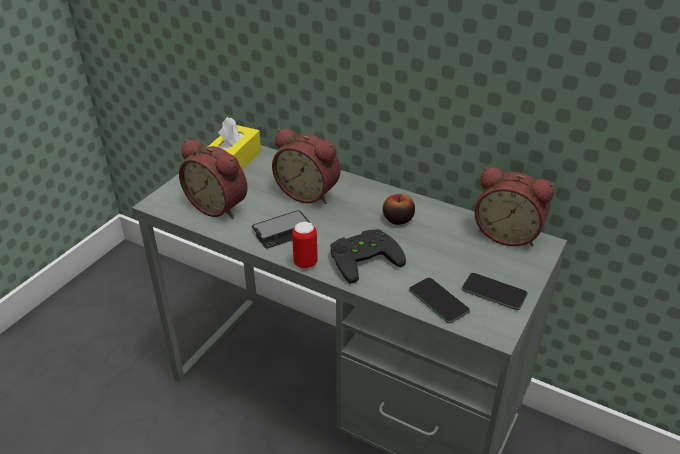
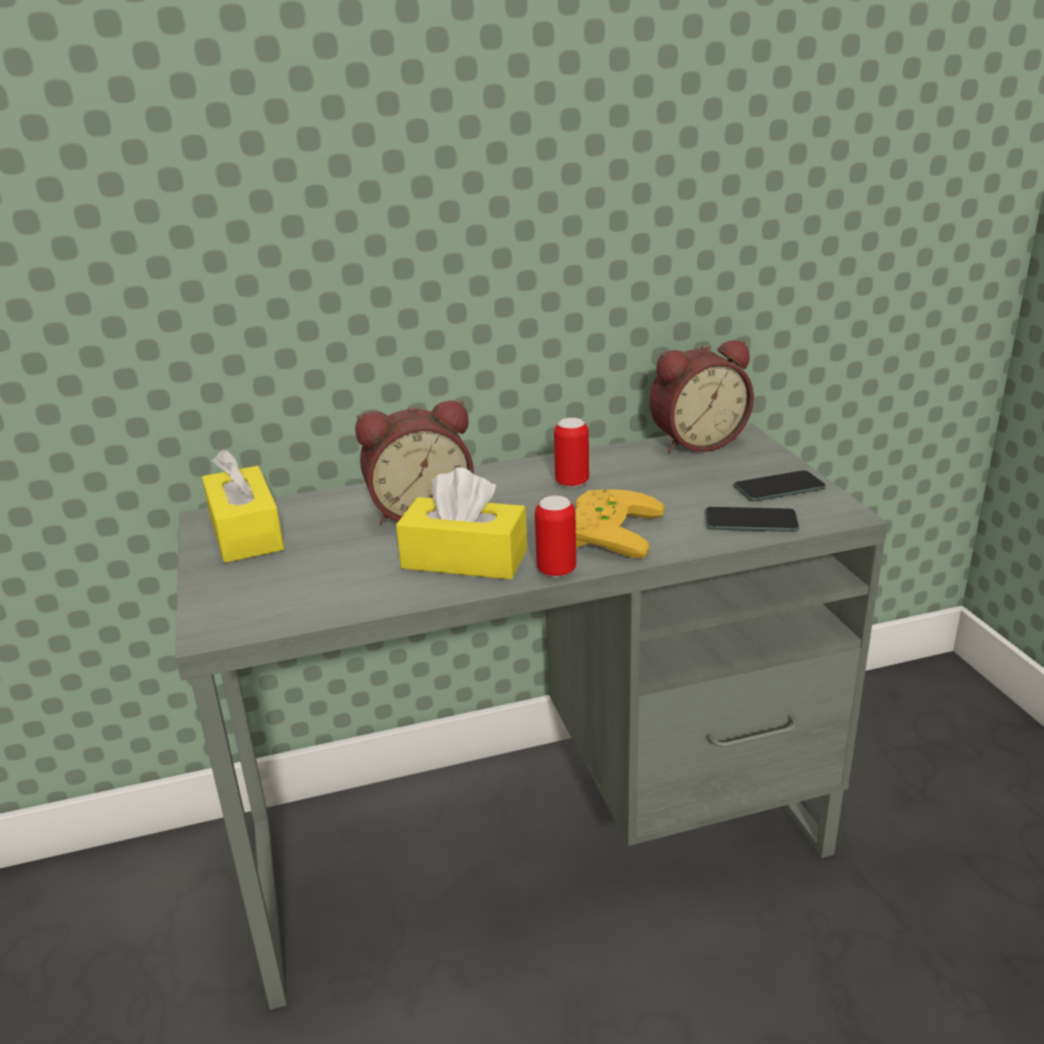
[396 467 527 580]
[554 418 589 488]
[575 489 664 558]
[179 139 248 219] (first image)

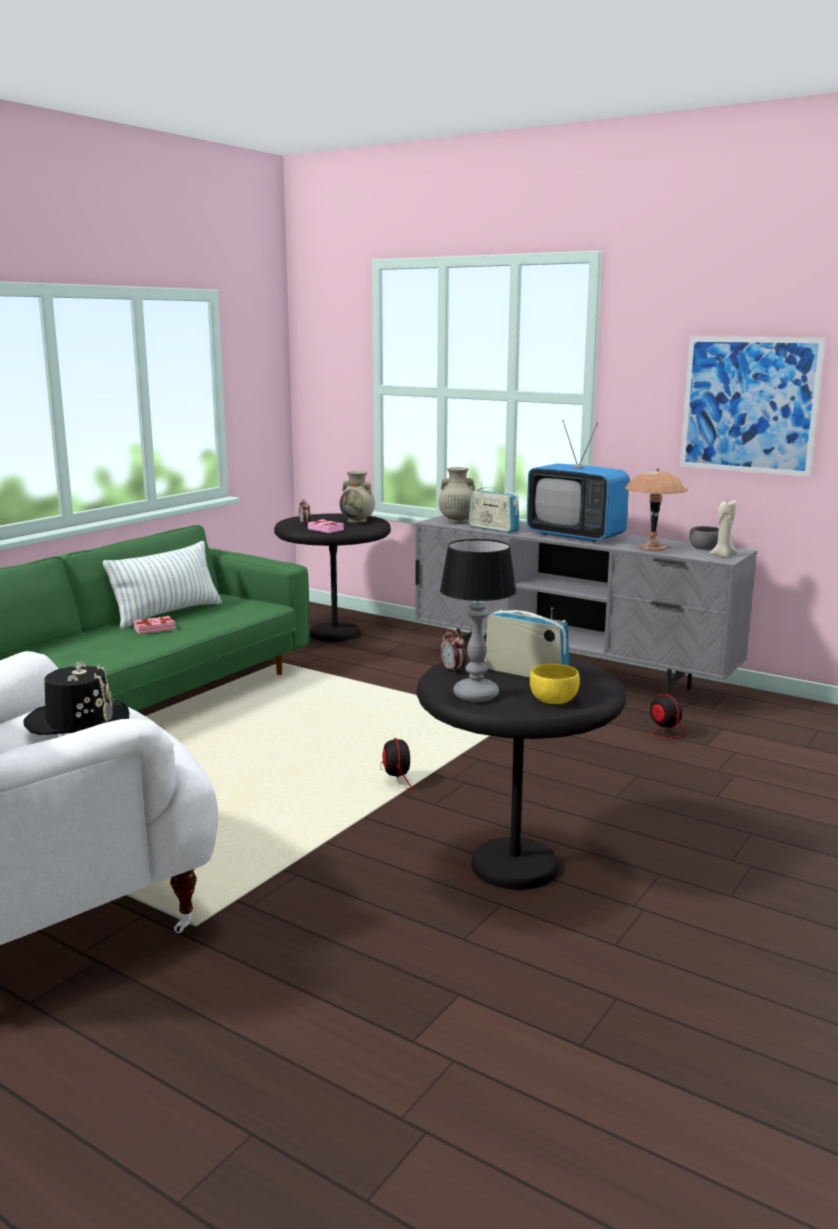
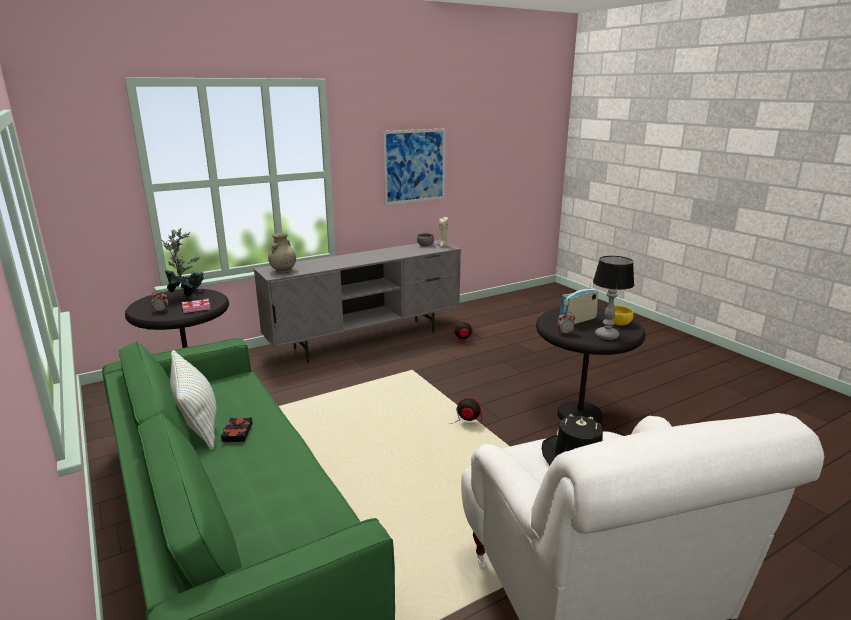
[161 228 204 297]
[221 417 253 442]
[468 482 520 533] (first image)
[527 420 629 542] (first image)
[625 468 688 551] (first image)

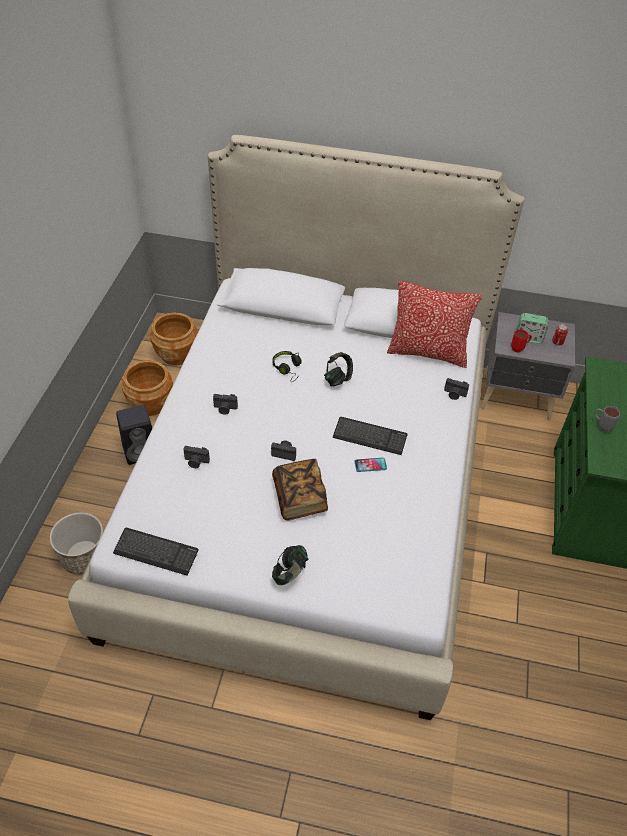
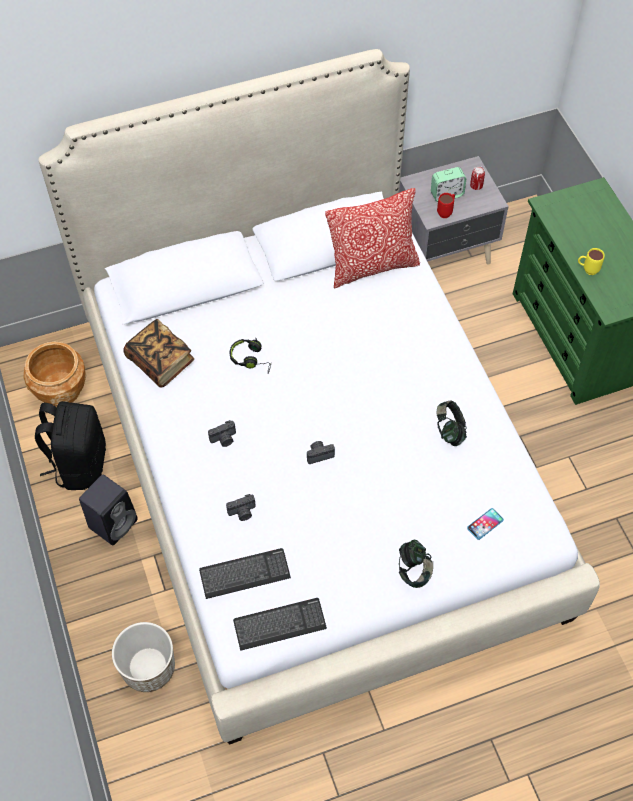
[35 401 106 490]
[123 319 194 388]
[199 548 291 599]
[437 400 467 446]
[467 508 504 540]
[578 248 605 275]
[444 378 469 400] (first image)

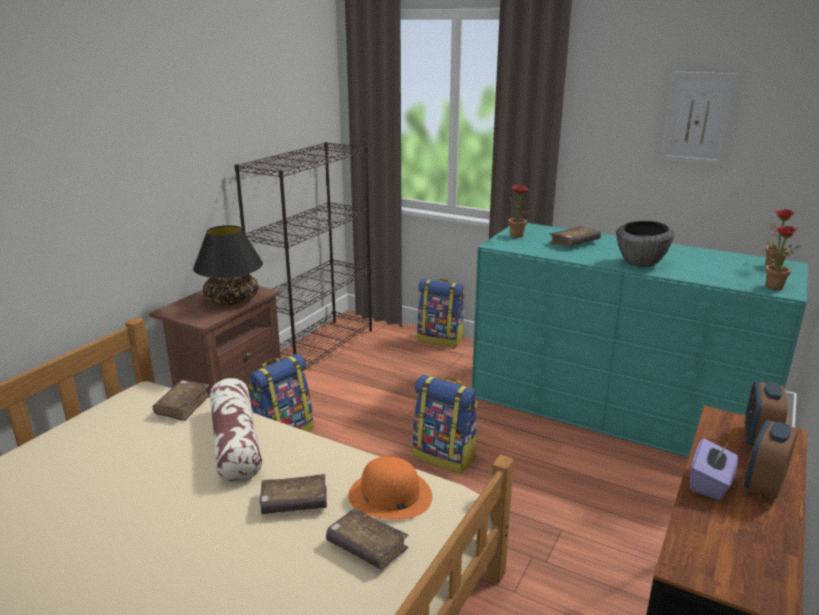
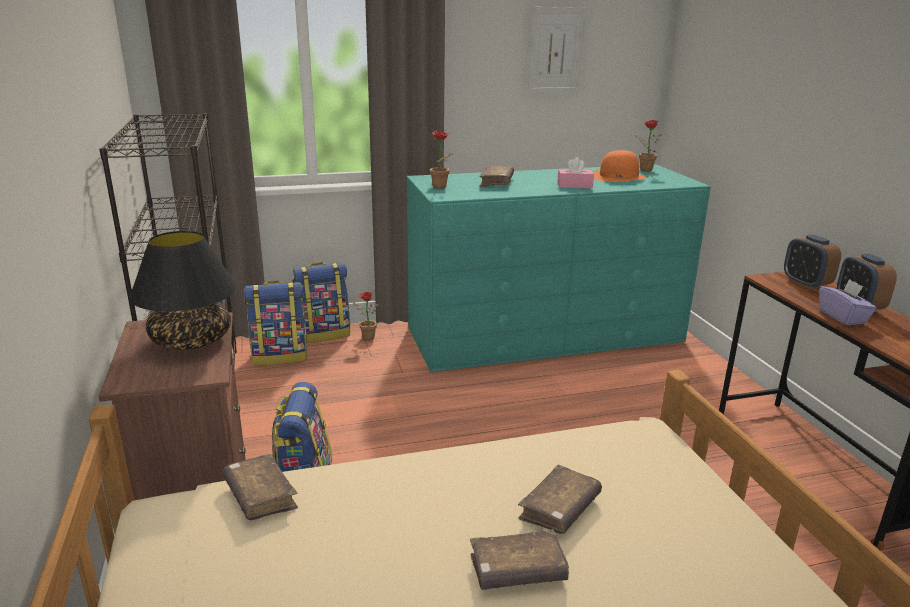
[244 280 307 366]
[353 292 379 340]
[470 529 569 590]
[557 157 594 188]
[593 150 647 182]
[210 378 262 483] (first image)

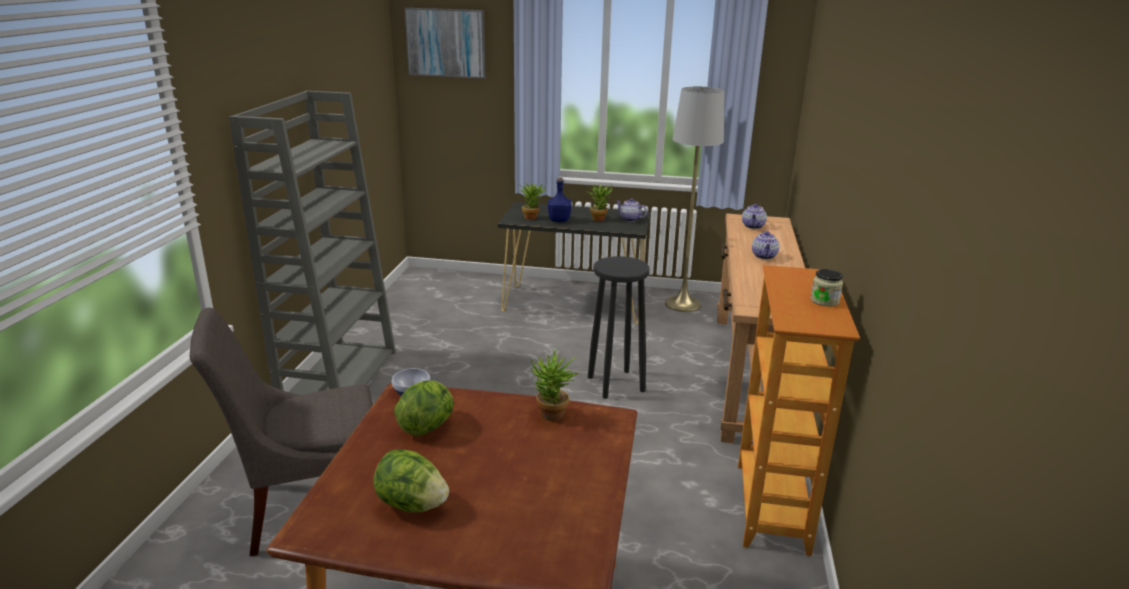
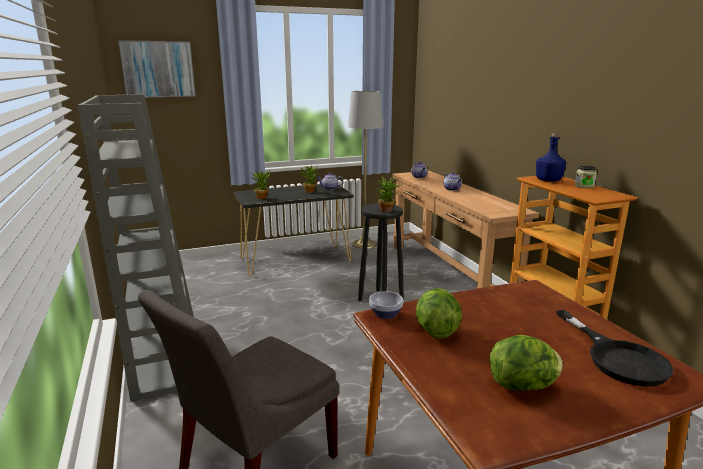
[376 176 401 212]
[536 133 566 182]
[556 310 673 387]

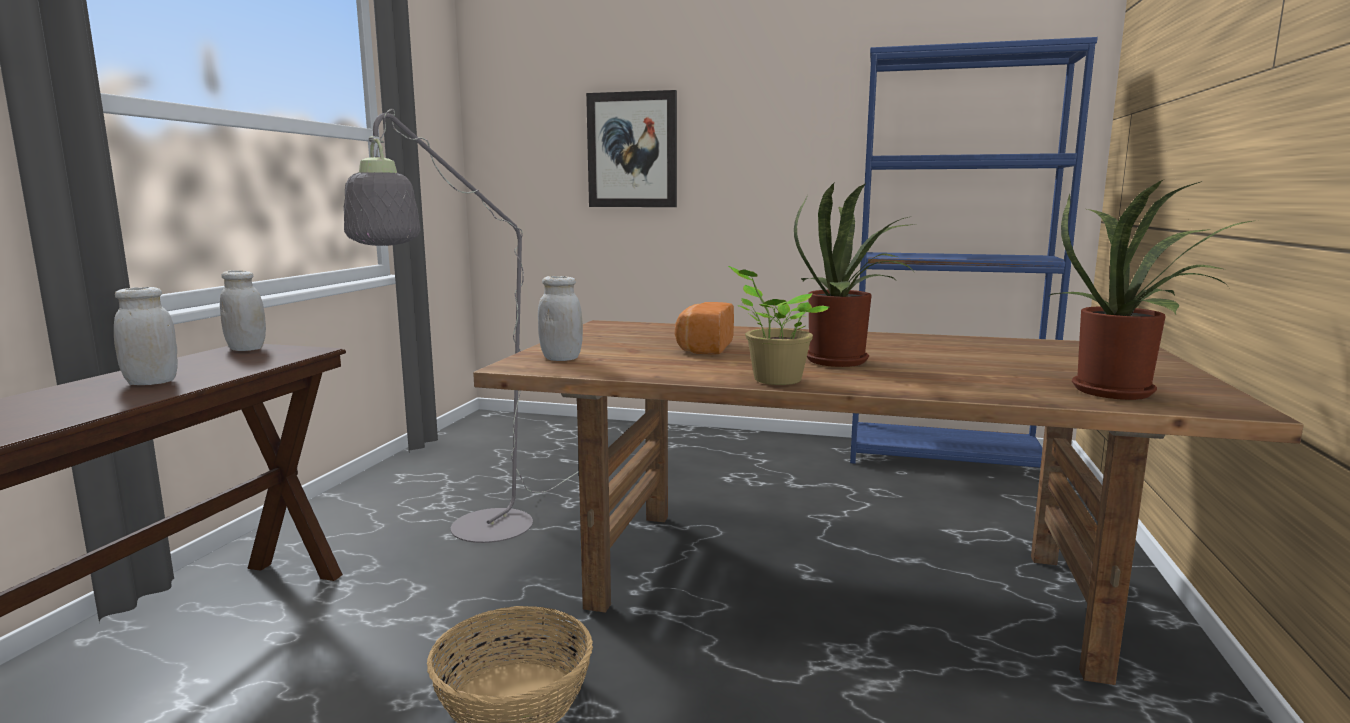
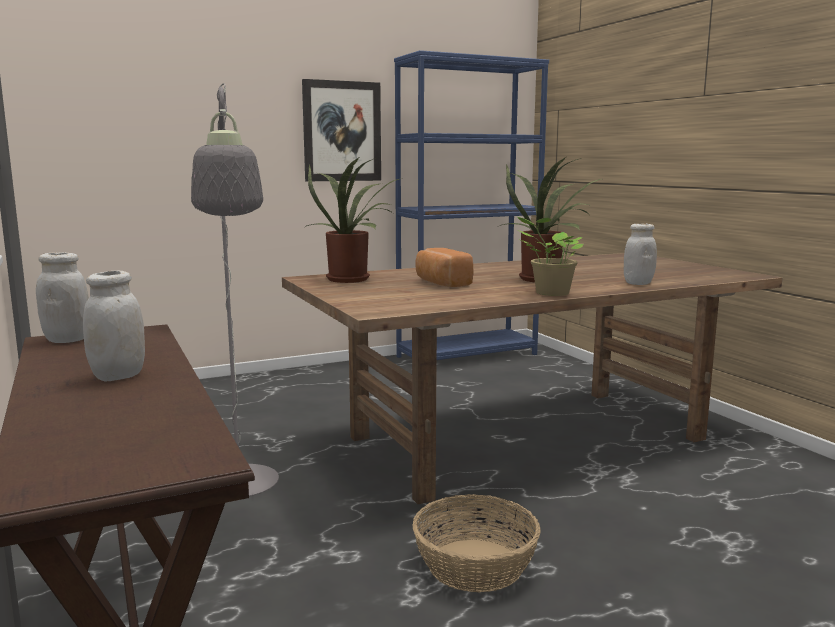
[302 79 381 181]
[305 156 403 283]
[624 224 657 285]

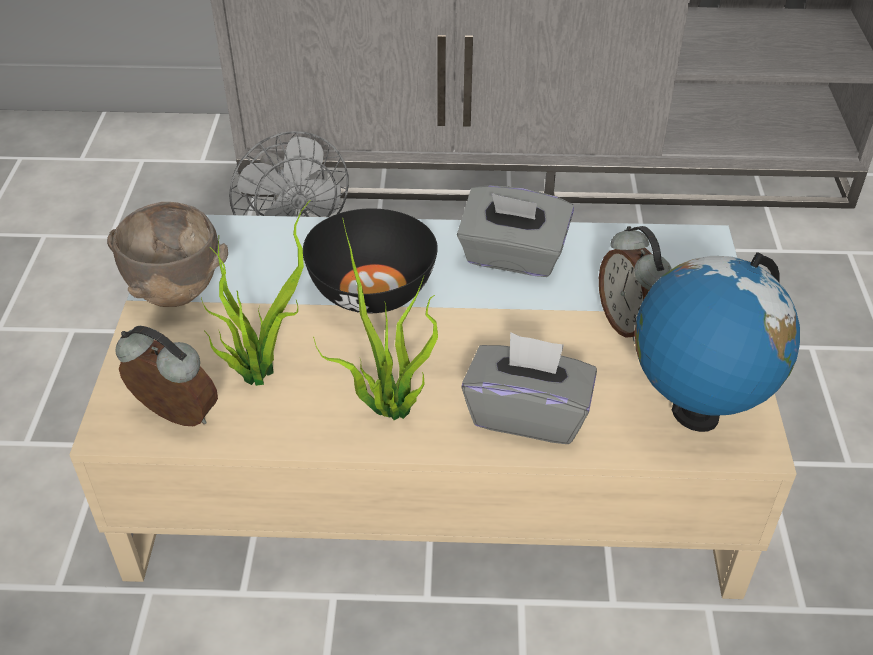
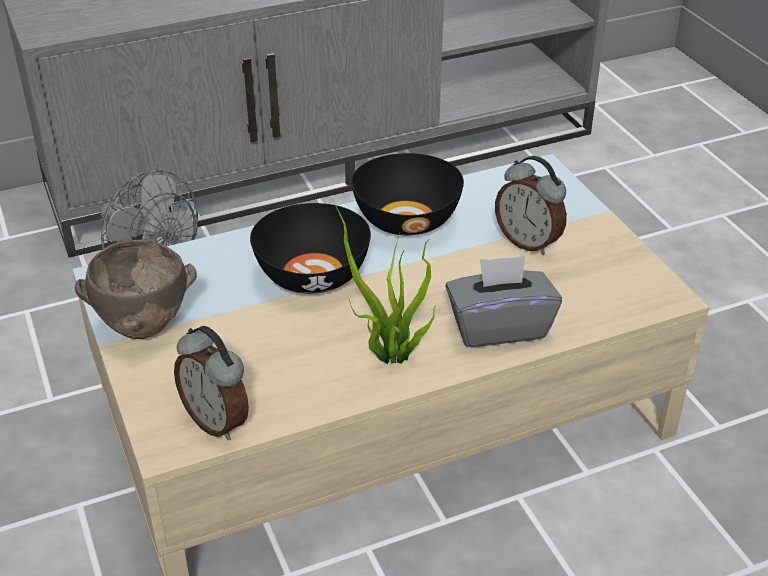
[174 326 249 440]
[351 153 464 235]
[201 200 311 386] (first image)
[635 252 800 432] (first image)

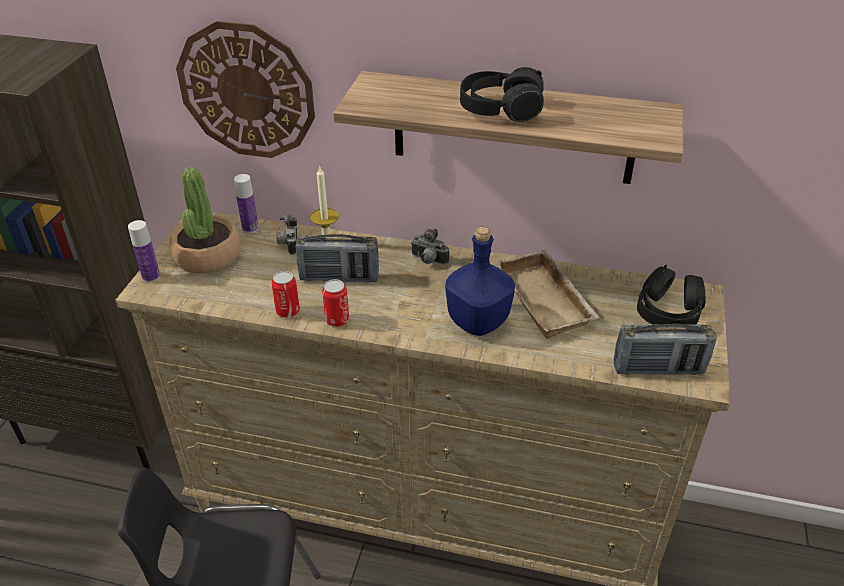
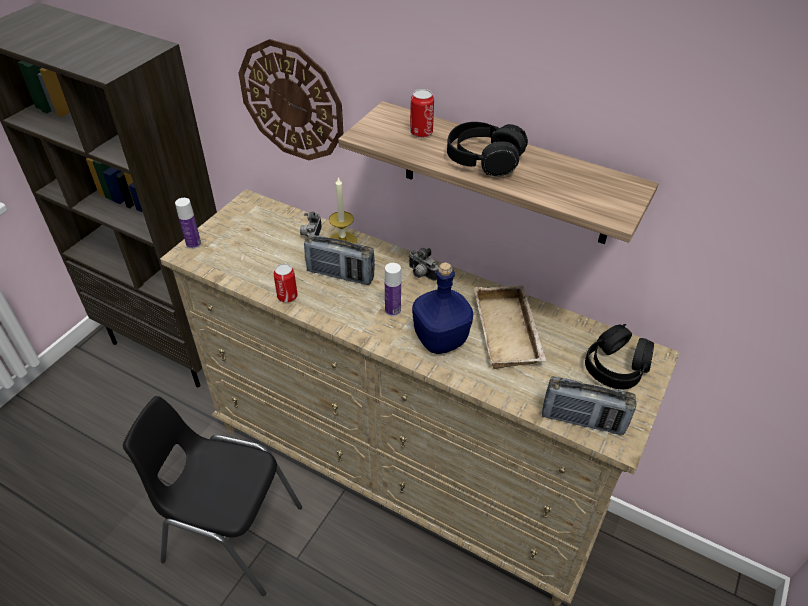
[385 263 401 316]
[410 89 434 138]
[169 167 241 273] (first image)

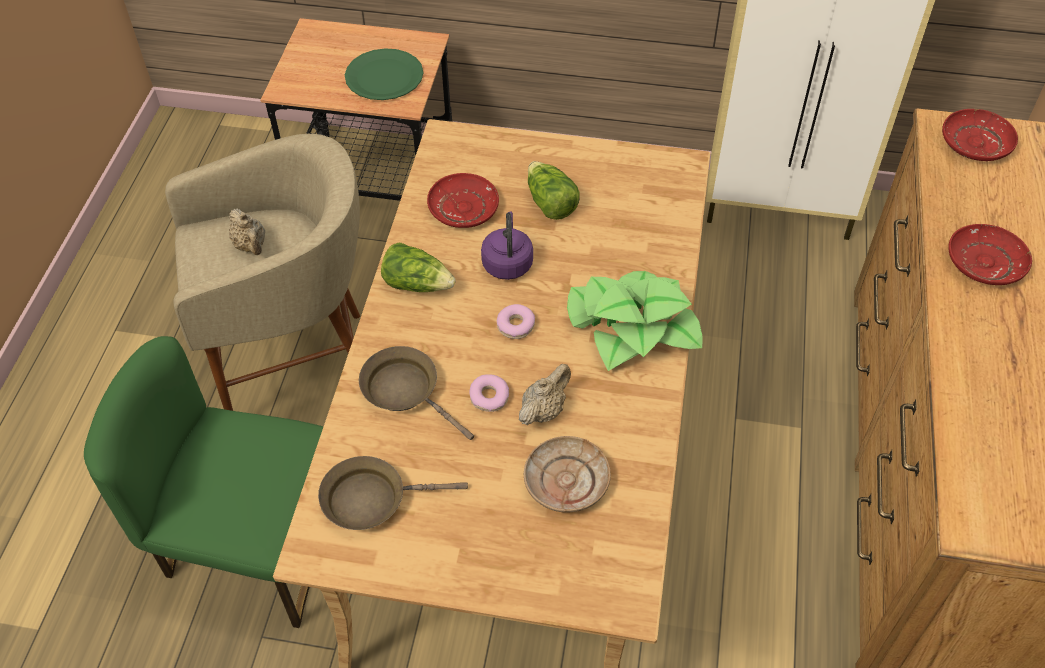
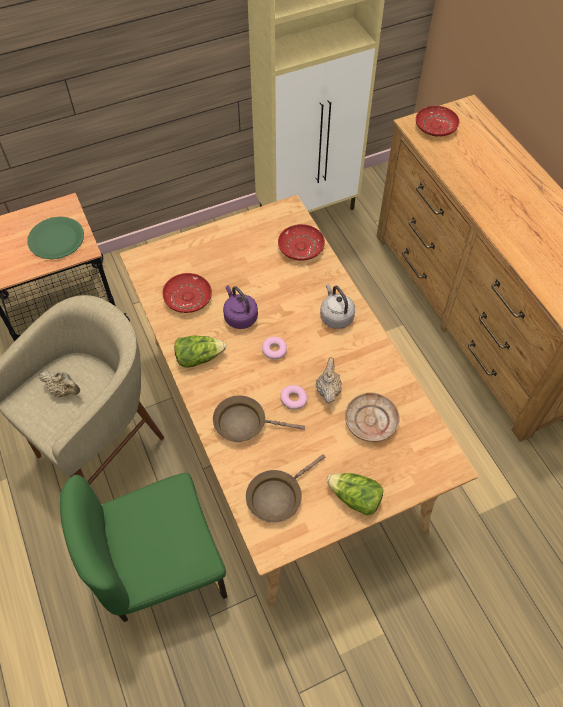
[278 224 325 261]
[320 284 355 329]
[327 473 383 516]

